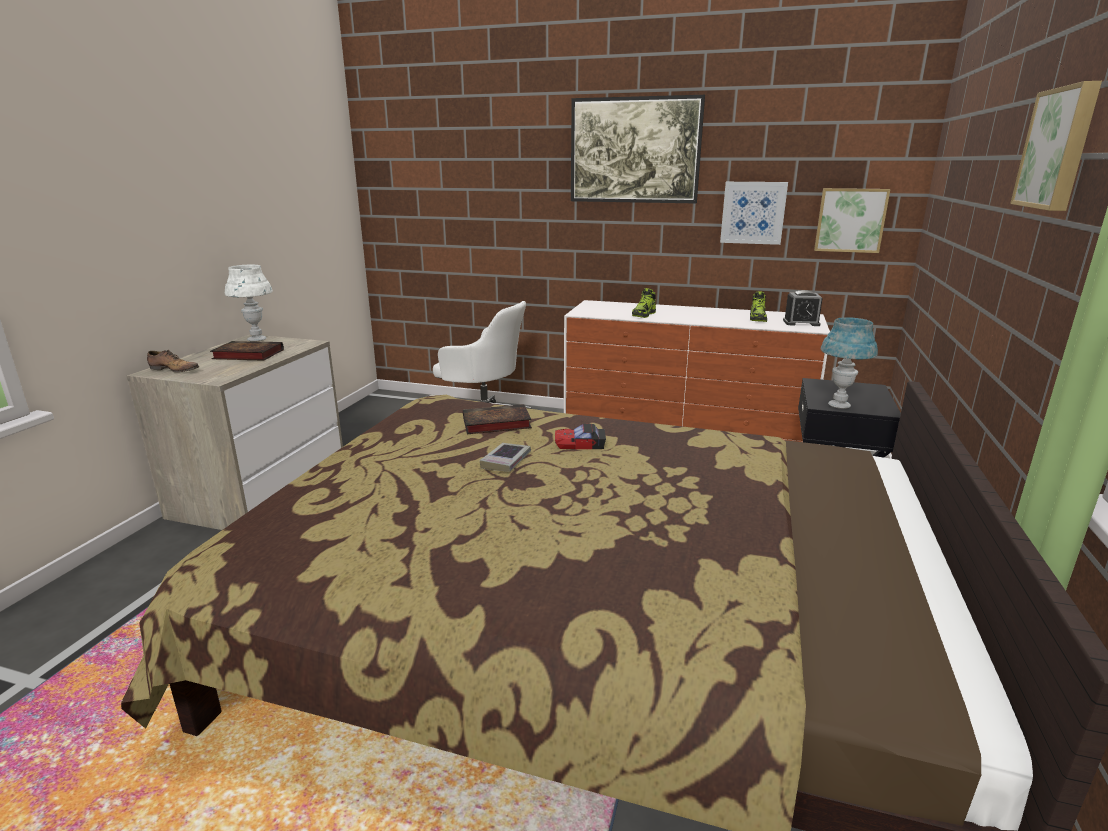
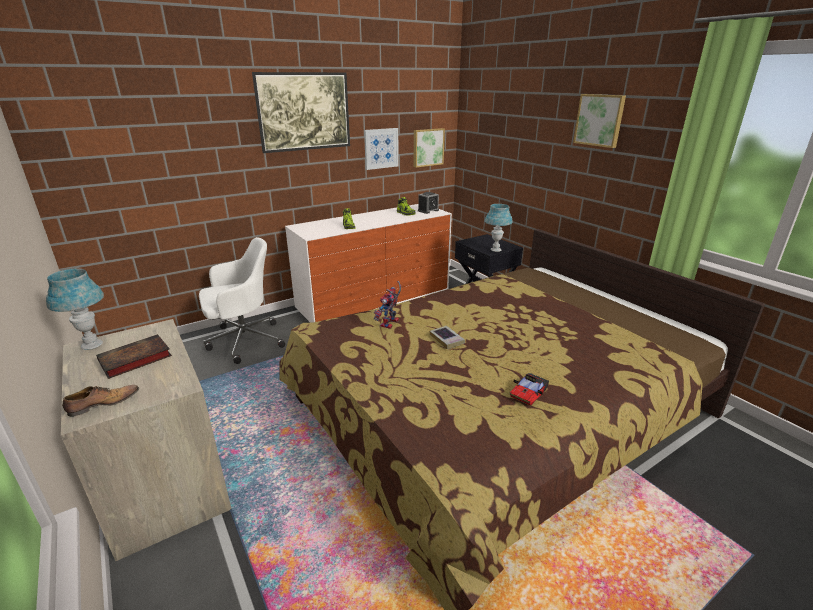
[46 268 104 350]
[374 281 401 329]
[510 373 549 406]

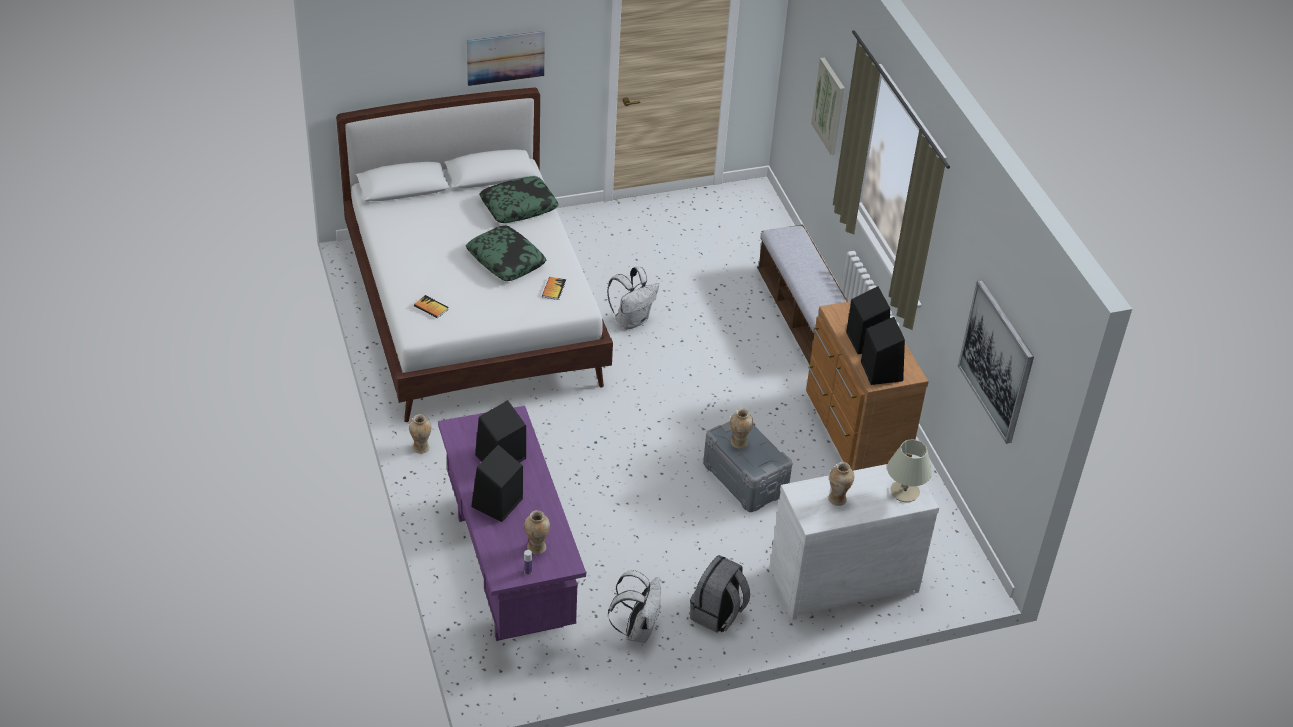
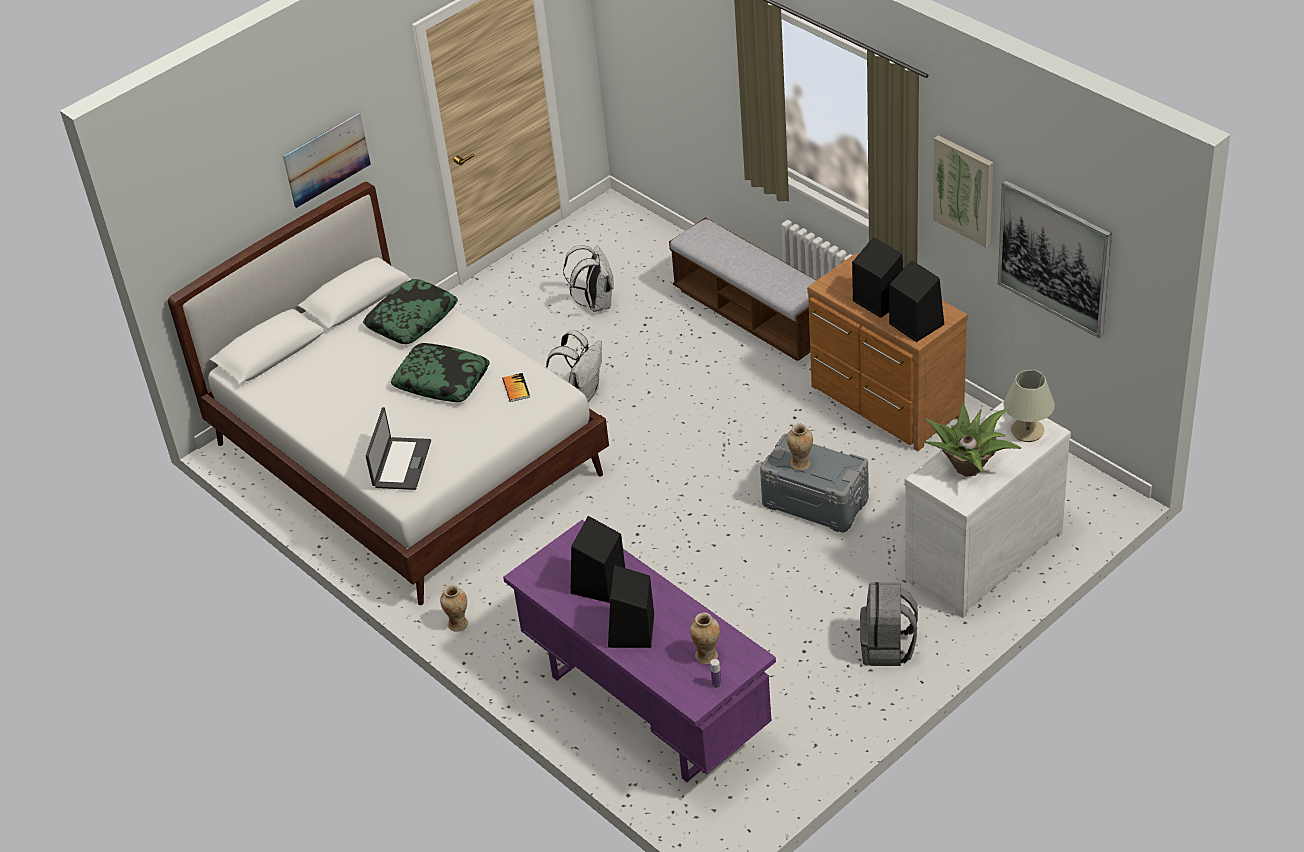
[366 407 431 490]
[563 245 614 312]
[923 402 1022 477]
[933 135 993 247]

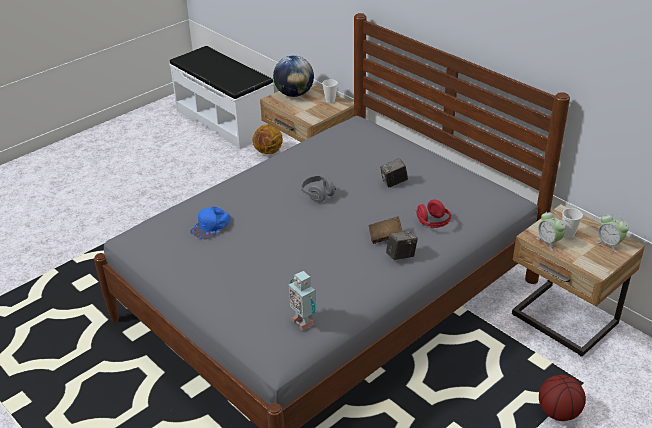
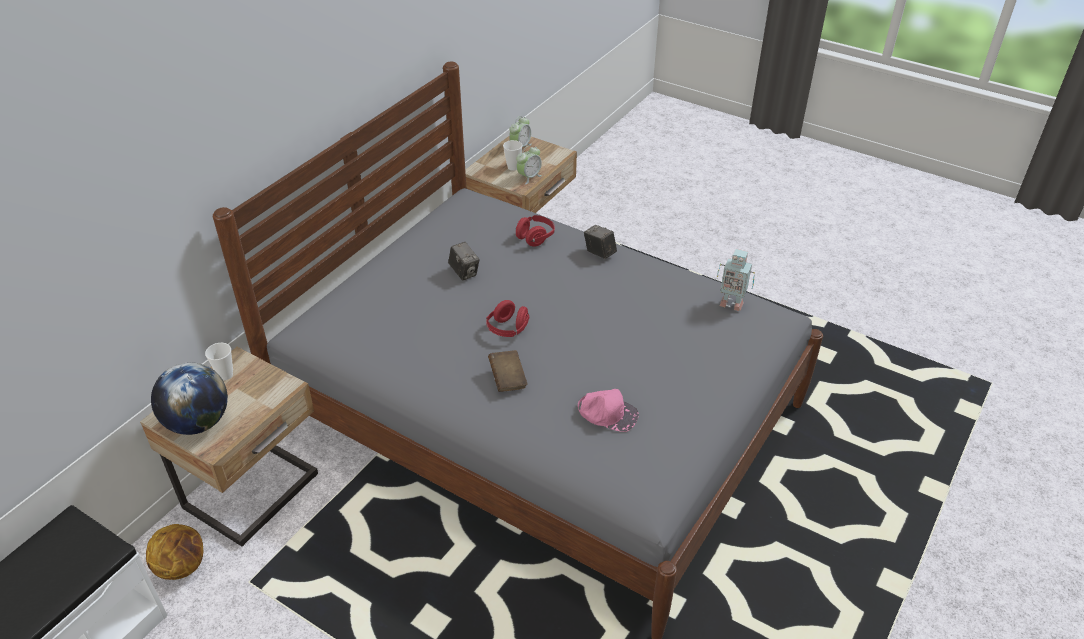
[486 300 529 337]
[488 350 527 392]
[578 389 639 432]
[717 249 755 311]
[539 375 586 421] (first image)

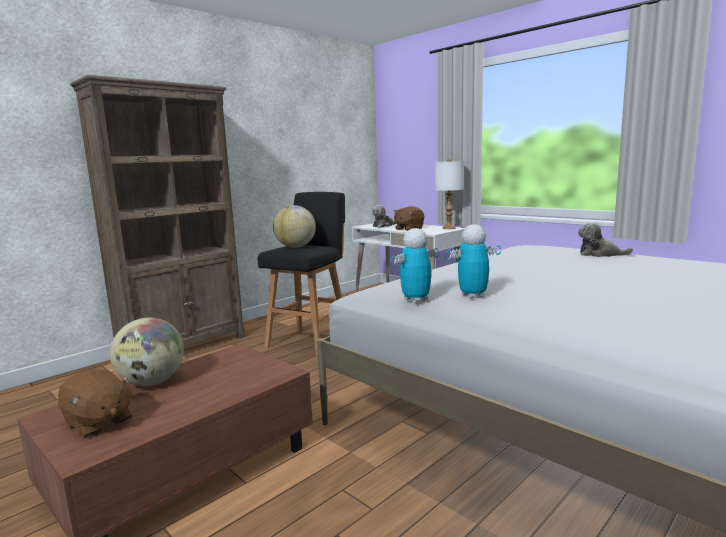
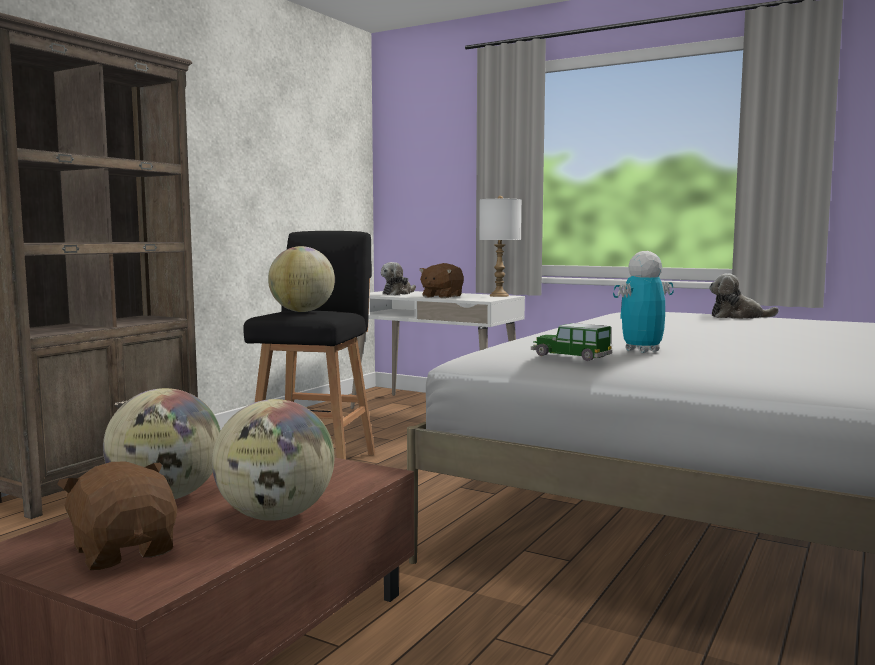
[57 462 177 570]
[212 399 334 521]
[531 323 612 361]

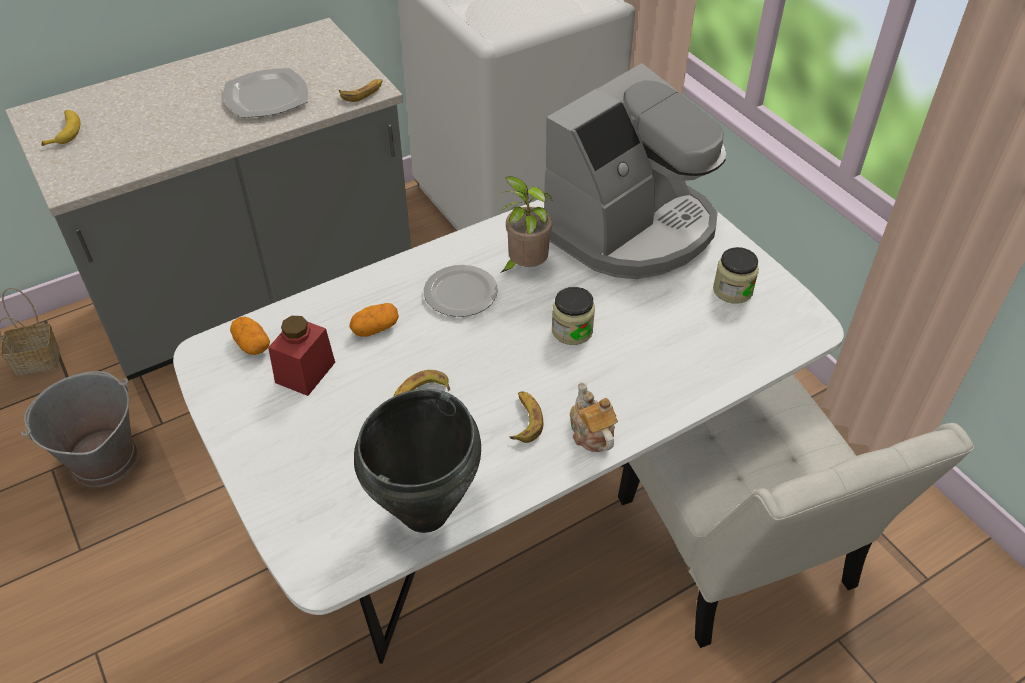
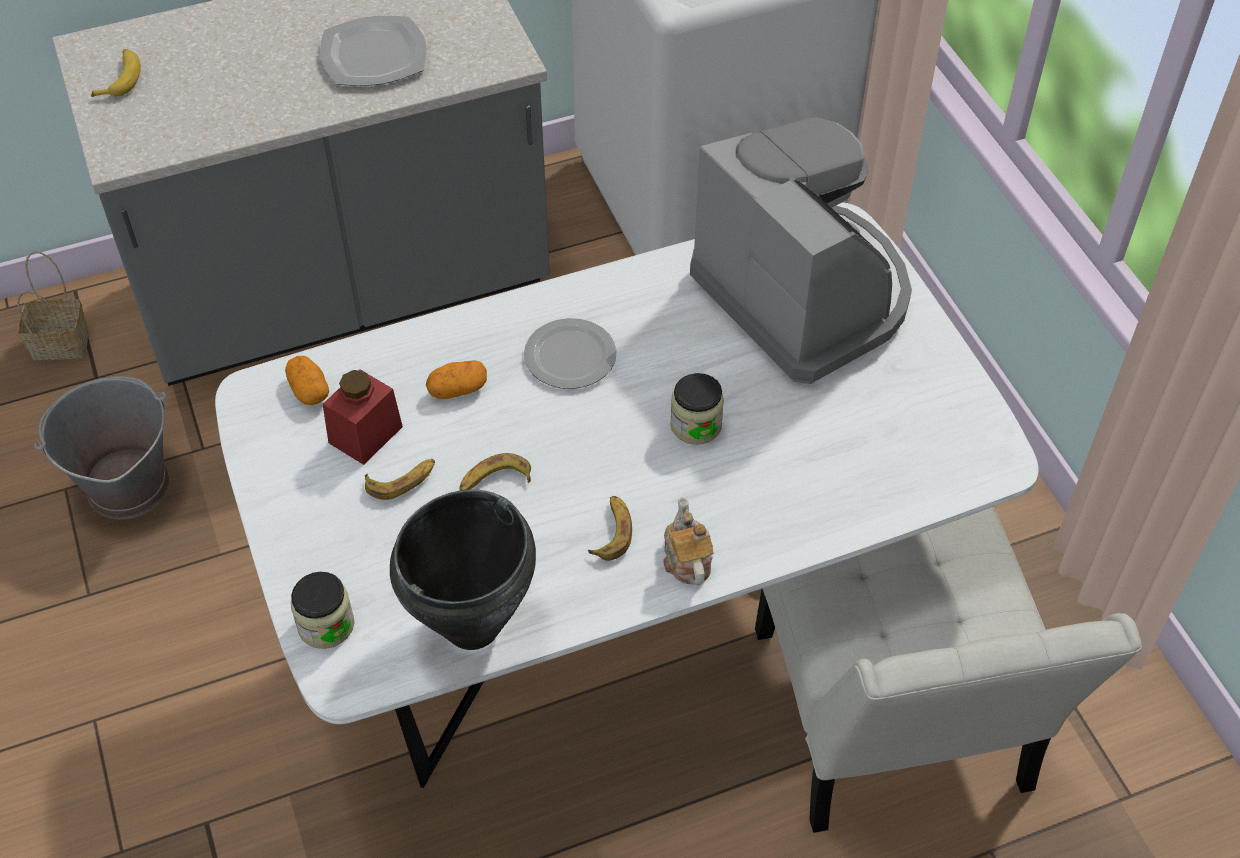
[291 572 354 649]
[365 459 435 500]
[690 118 912 384]
[498 176 553 272] (first image)

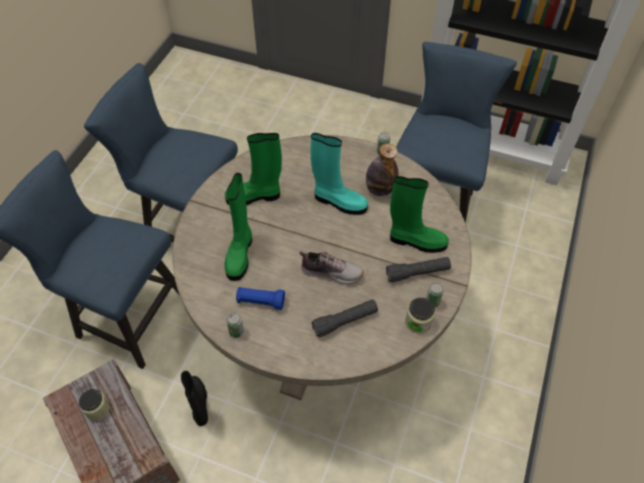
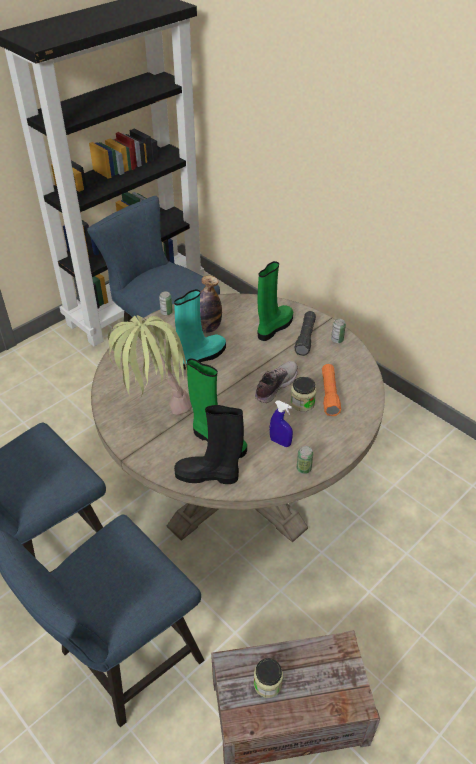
[108 315 192 415]
[174 405 244 484]
[270 401 293 447]
[290 377 317 412]
[322 364 341 416]

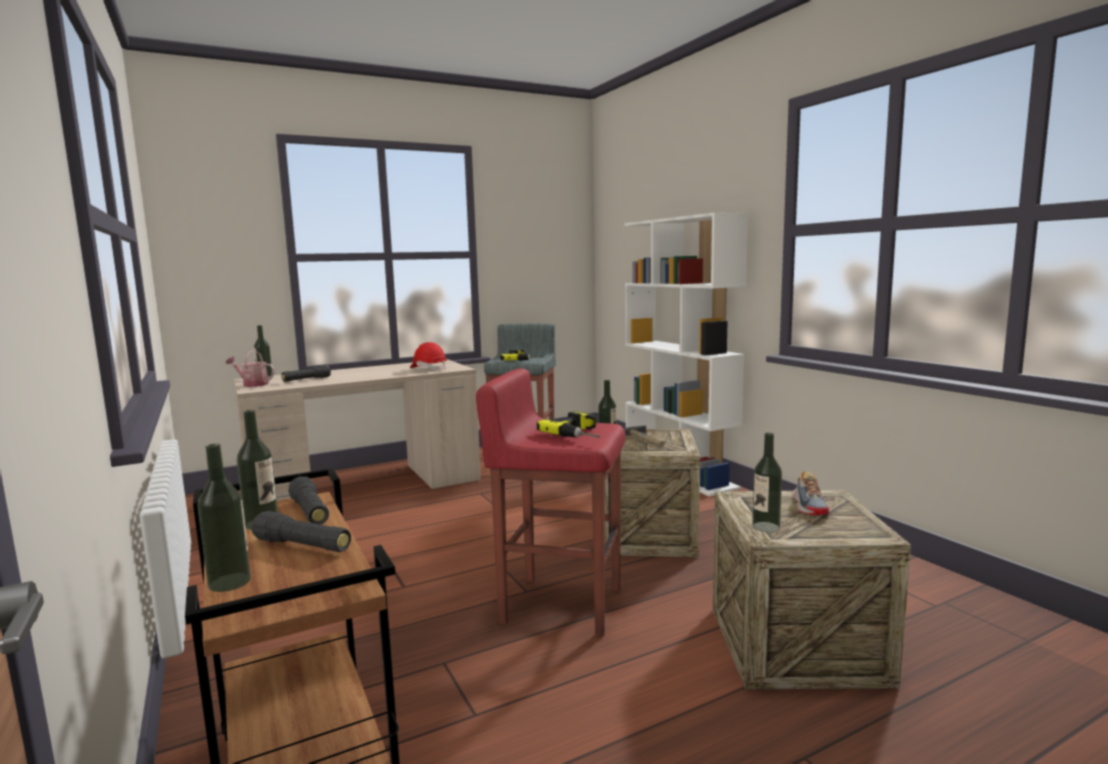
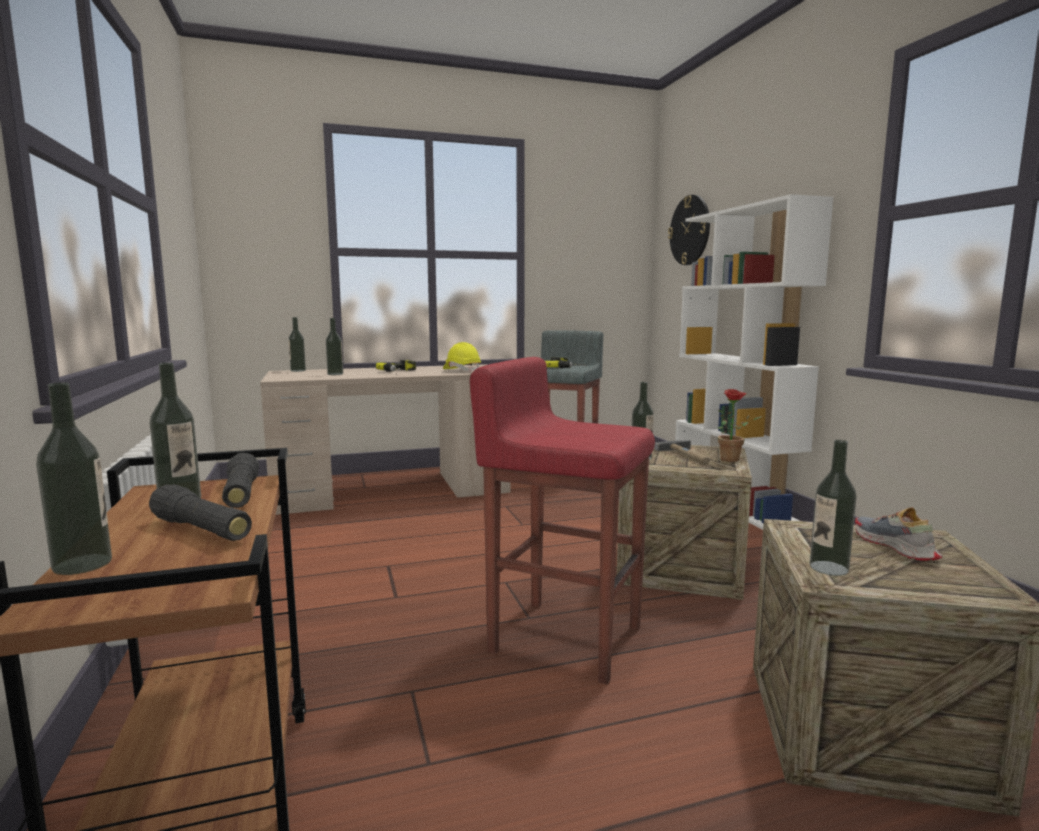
[326 318 343 375]
[376 360 416 372]
[443 342 481 372]
[668 195 710 265]
[718 389 762 462]
[855 507 942 561]
[226 350 275 387] (first image)

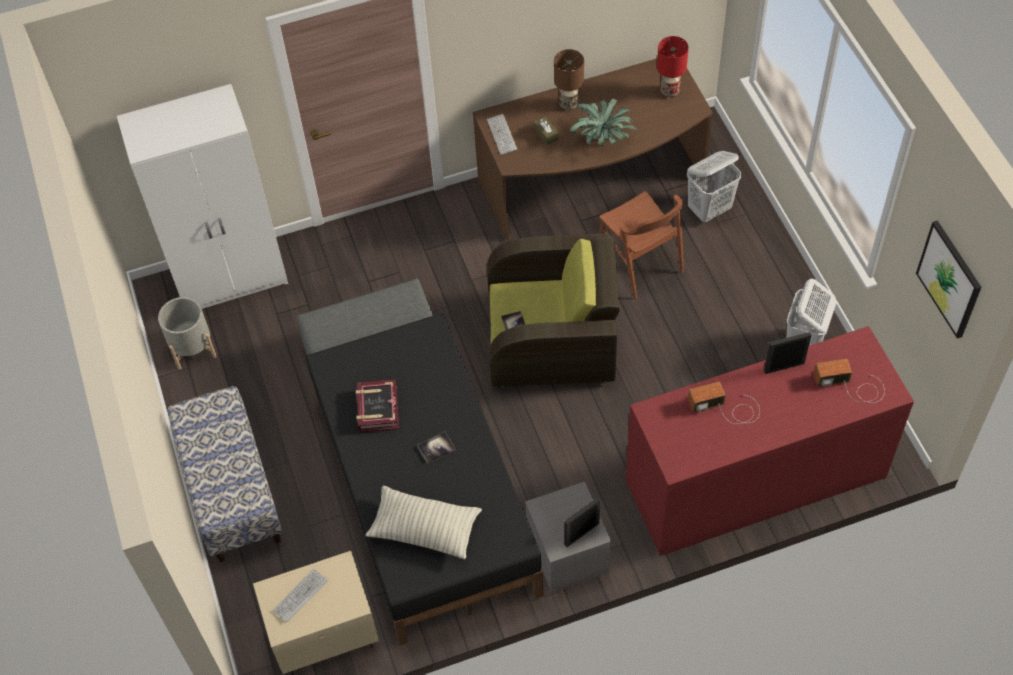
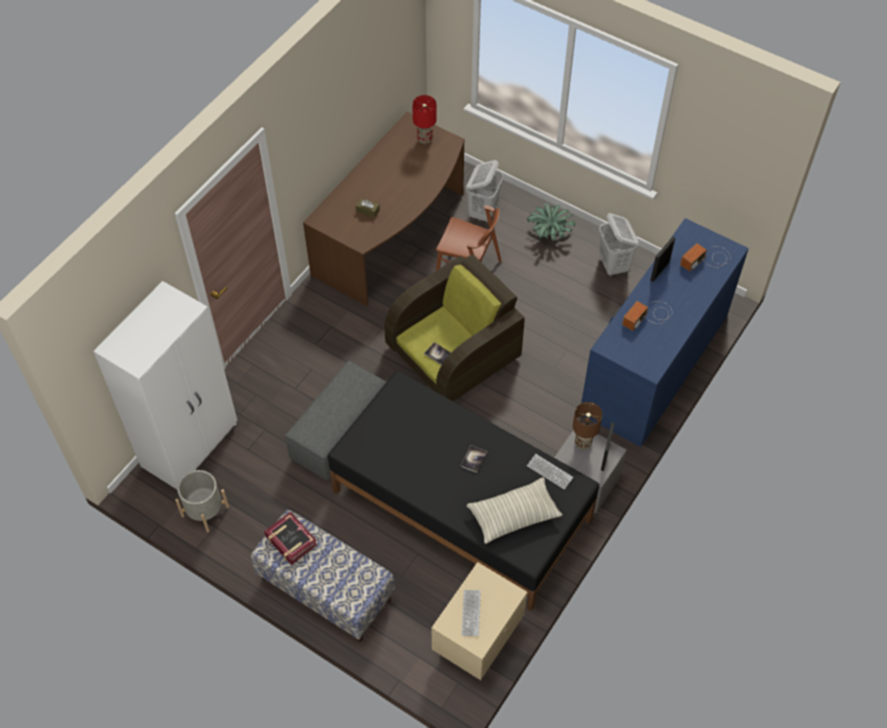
[264 512 317 565]
[527 203 575 240]
[527 454 573 490]
[573 402 602 449]
[581 218 749 447]
[916 220 981 339] (first image)

